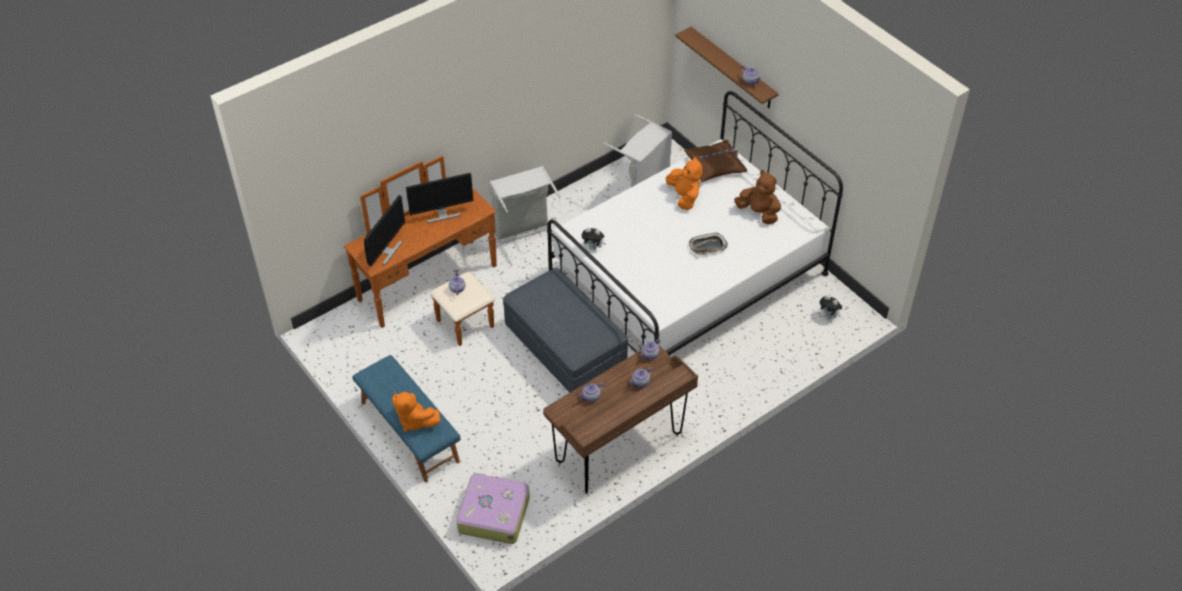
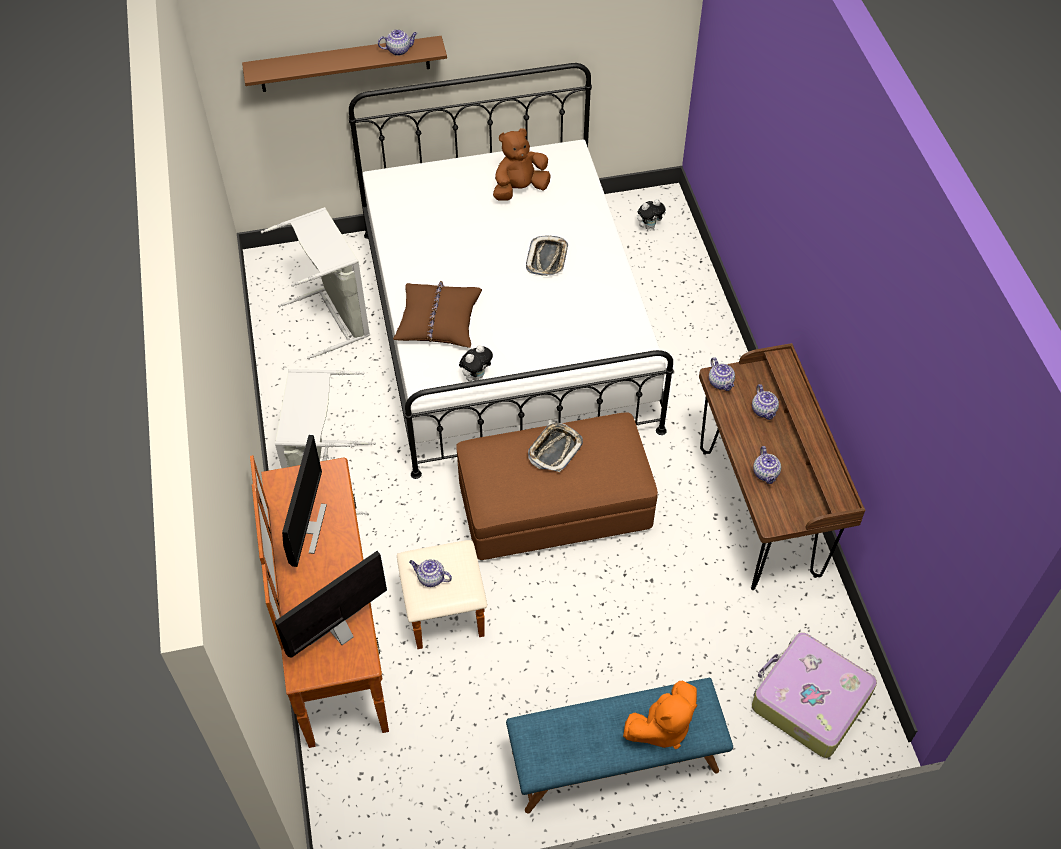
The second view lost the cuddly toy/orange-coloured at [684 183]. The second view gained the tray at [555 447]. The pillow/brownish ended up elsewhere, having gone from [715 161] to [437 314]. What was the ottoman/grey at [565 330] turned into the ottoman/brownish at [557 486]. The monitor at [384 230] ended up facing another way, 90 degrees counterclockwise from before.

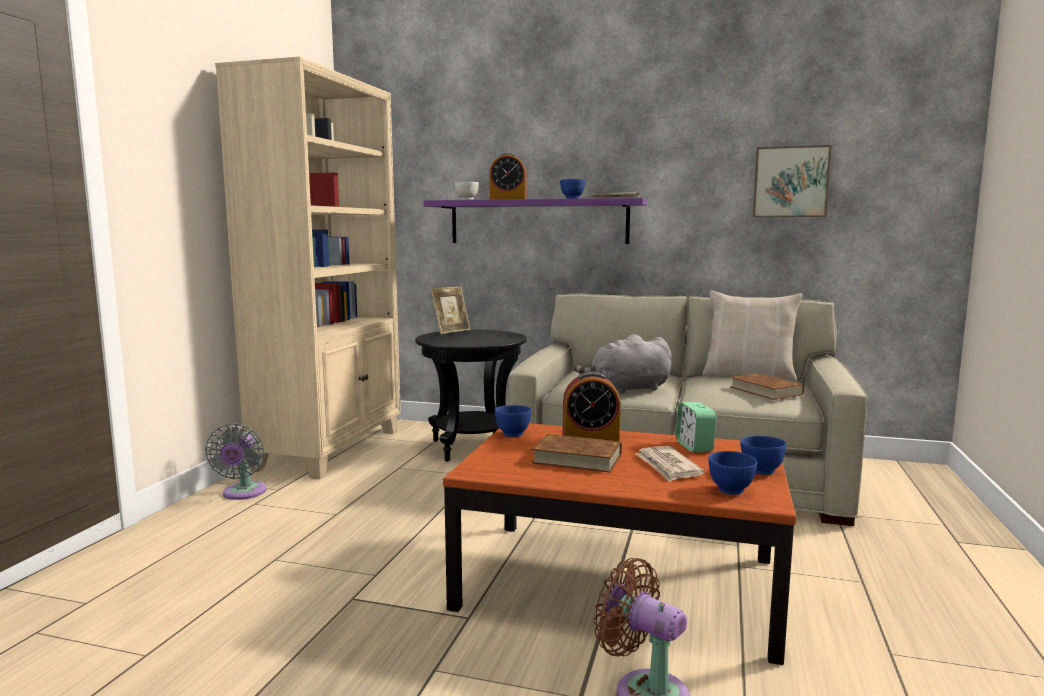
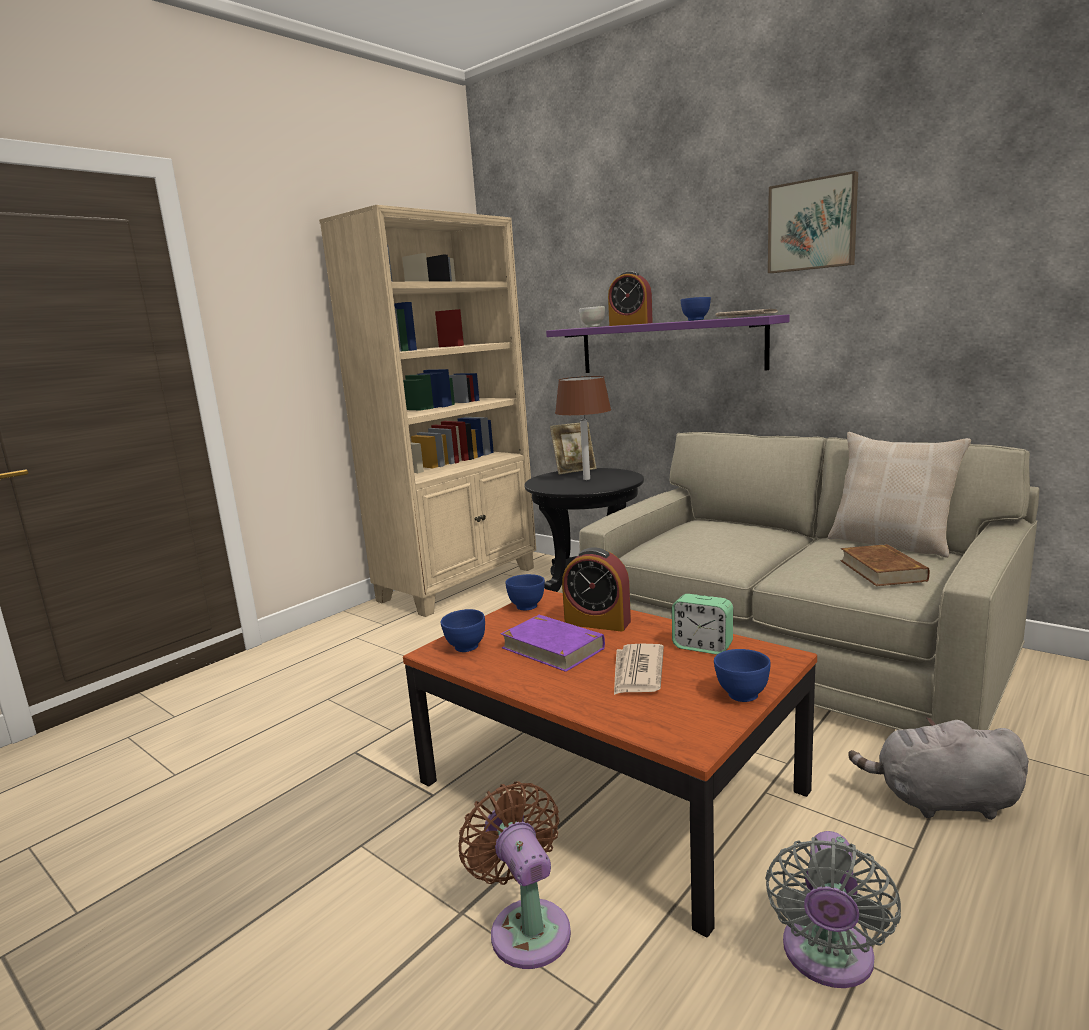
The second view gained the lamp for a table/brownish at [583 428]. The electric fan/grey ended up elsewhere, having gone from [236 461] to [833 909]. The cuddly toy/grey ended up elsewhere, having gone from [623 364] to [938 768]. The bowl/blue ended up elsewhere, having gone from [732 473] to [463 630]. The picture ended up elsewhere, having gone from [792 181] to [813 222]. What was the volume/brownish at [576 453] turned into the volume/purplish at [552 643]. The bedside clock at [696 427] ended up facing another way, 75 degrees counterclockwise from before.

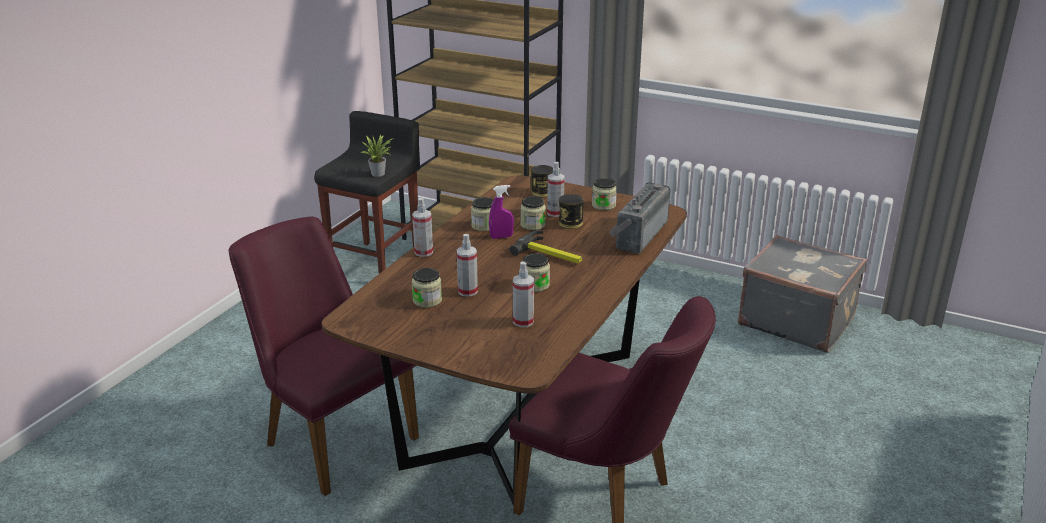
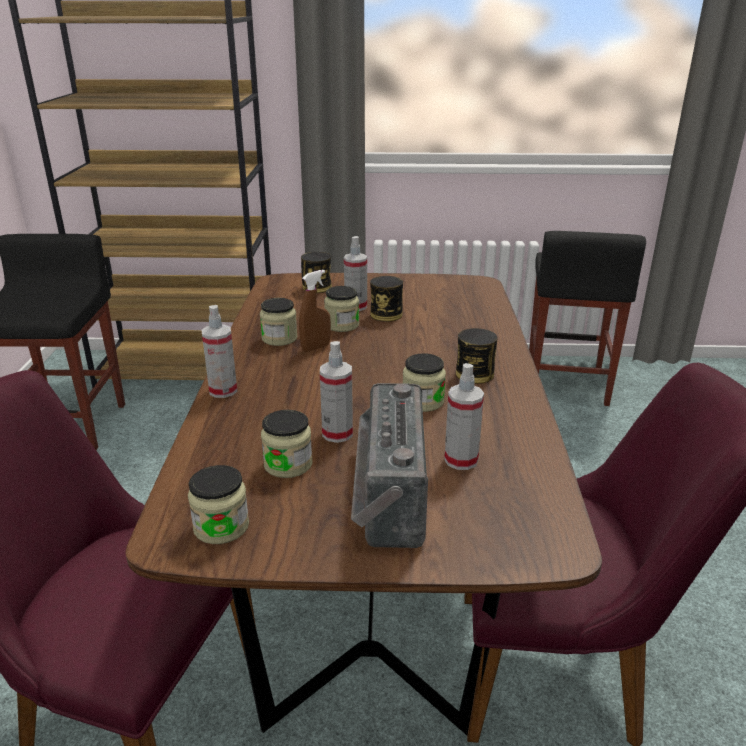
The second view lost the potted plant at [377 156]. The second view lost the hammer at [546 247]. The second view gained the metal can at [477 356]. The jar ended up elsewhere, having gone from [604 194] to [218 504]. The radio ended up elsewhere, having gone from [639 218] to [389 465]. Where the suitcase/grey stood at [802 294], the stool/black-coloured came to stand at [587 318]. What was the sprayer/purplish at [501 212] turned into the sprayer/brownish at [315 311].

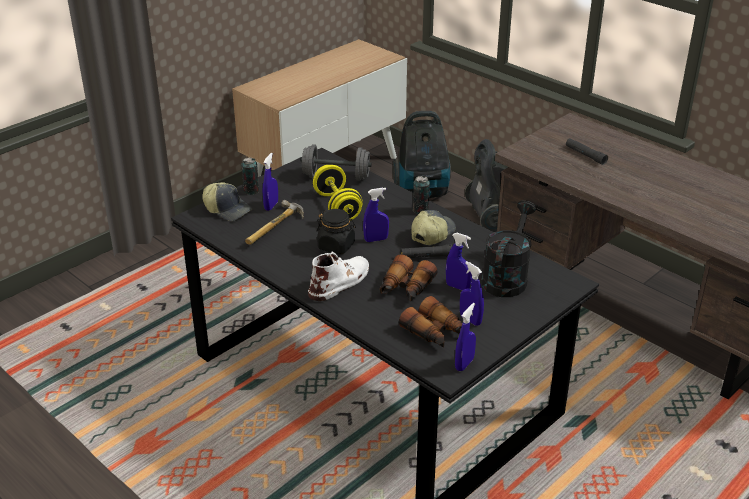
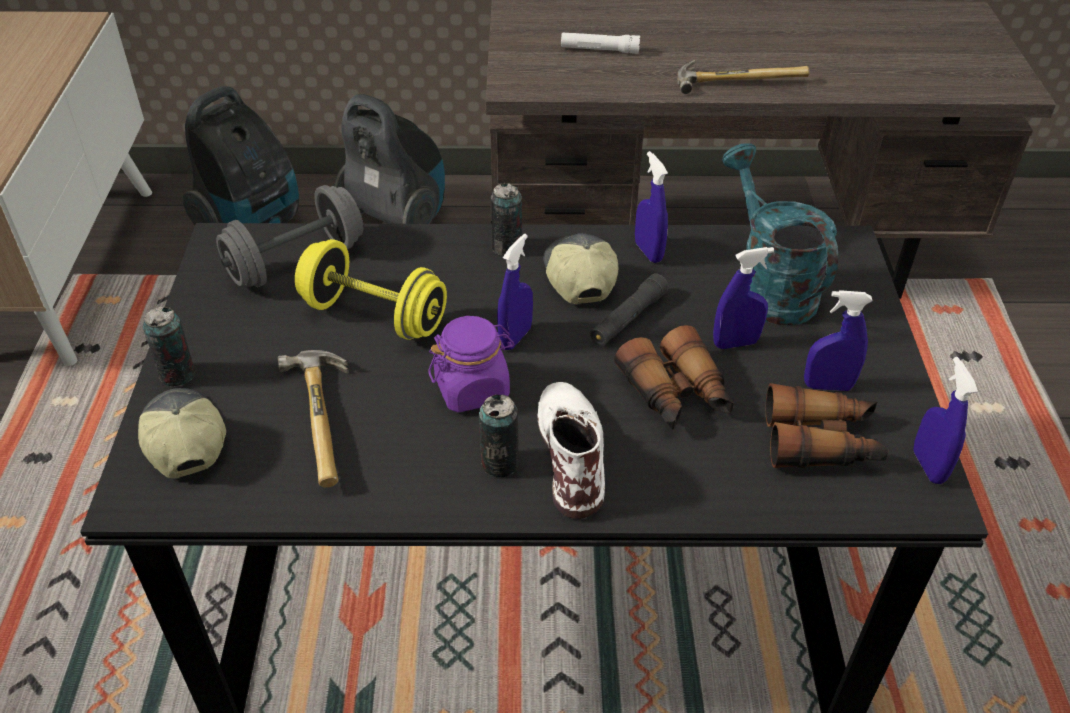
The second view gained the metal can at [499 436]. The second view gained the hammer at [743 77]. The sprayer/blue ended up elsewhere, having gone from [270 182] to [651 207]. What was the jar/black-coloured at [336 231] turned into the jar/purplish at [471 364]. What was the watering pot/black-coloured at [509 248] turned into the watering pot/blue-green at [780 234]. What was the flashlight/black-coloured at [587 151] turned into the flashlight/white-coloured at [600 43]. The baseball cap at [227 201] ended up facing another way, 105 degrees counterclockwise from before.

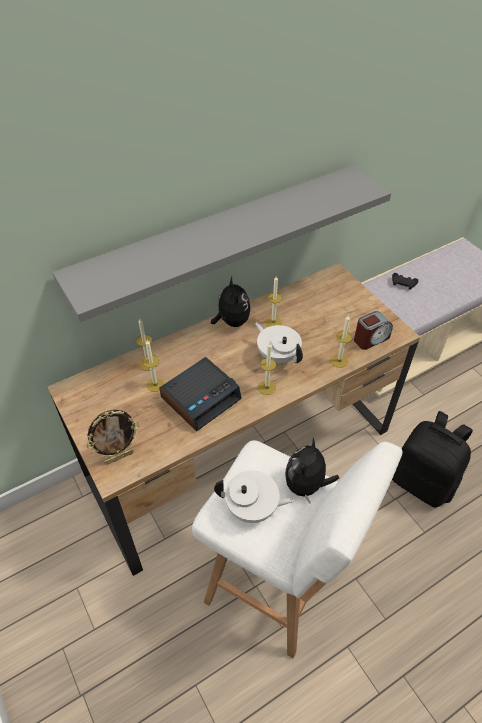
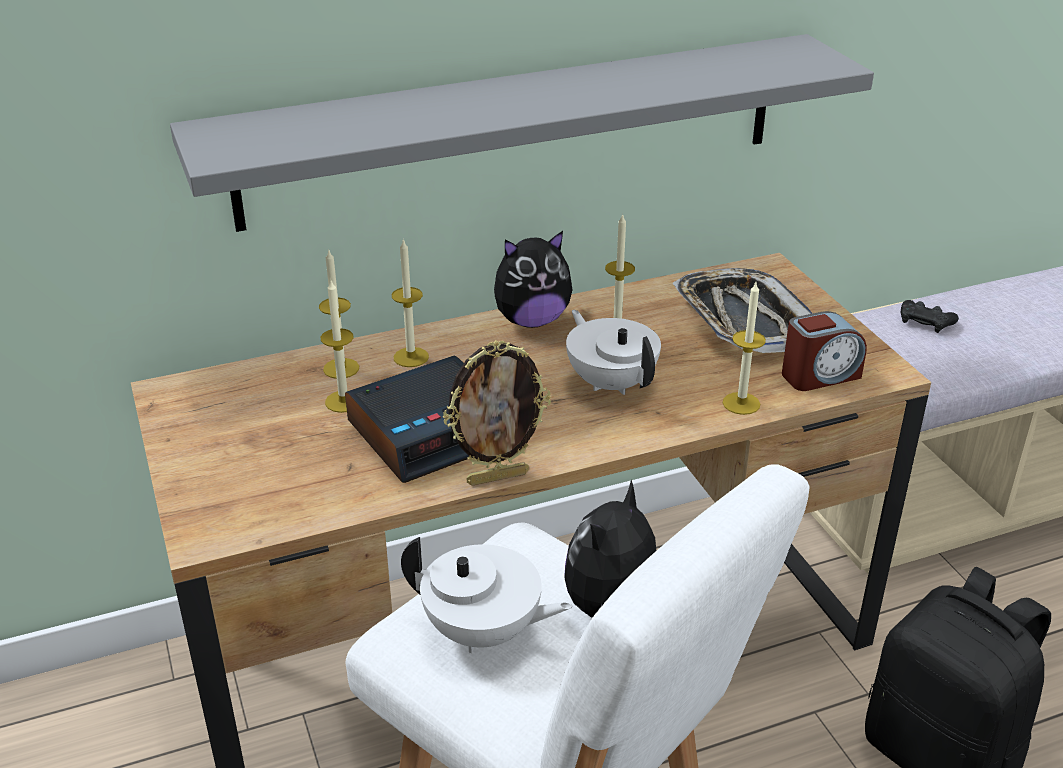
The second view gained the tray at [743 310]. The picture frame ended up elsewhere, having gone from [112 437] to [497 413]. The candle ended up elsewhere, having gone from [267 368] to [410 302]. The cuddly toy at [231 302] ended up facing another way, 75 degrees clockwise from before.

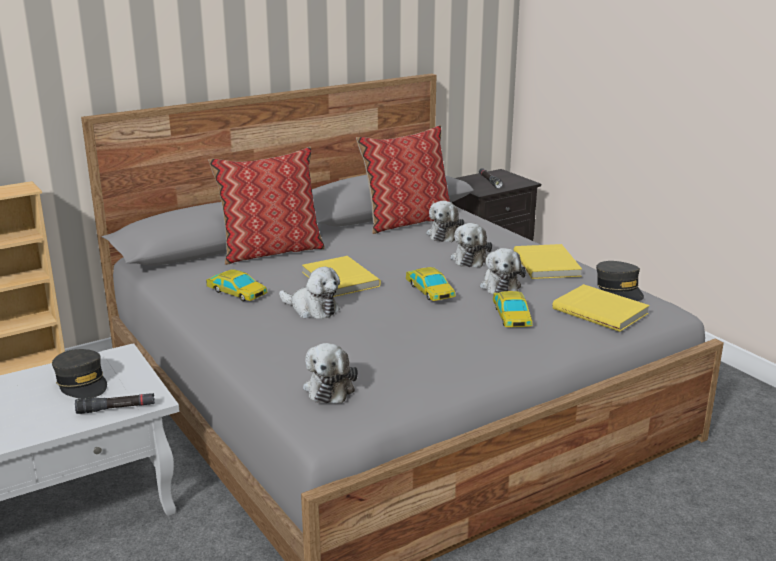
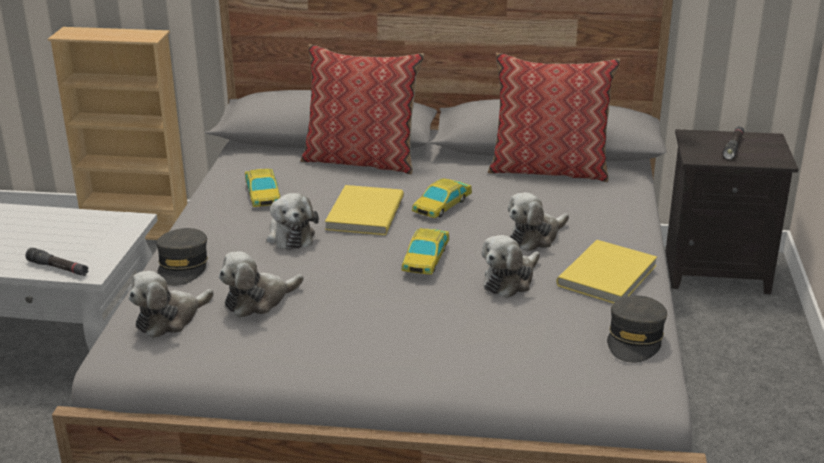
The second view lost the volume/yellow at [601 308]. The baseball cap/grey ended up elsewhere, having gone from [79 374] to [182 257]. The cuddly toy ended up elsewhere, having gone from [445 221] to [261 284]. The toy car ended up elsewhere, having gone from [512 309] to [442 198].

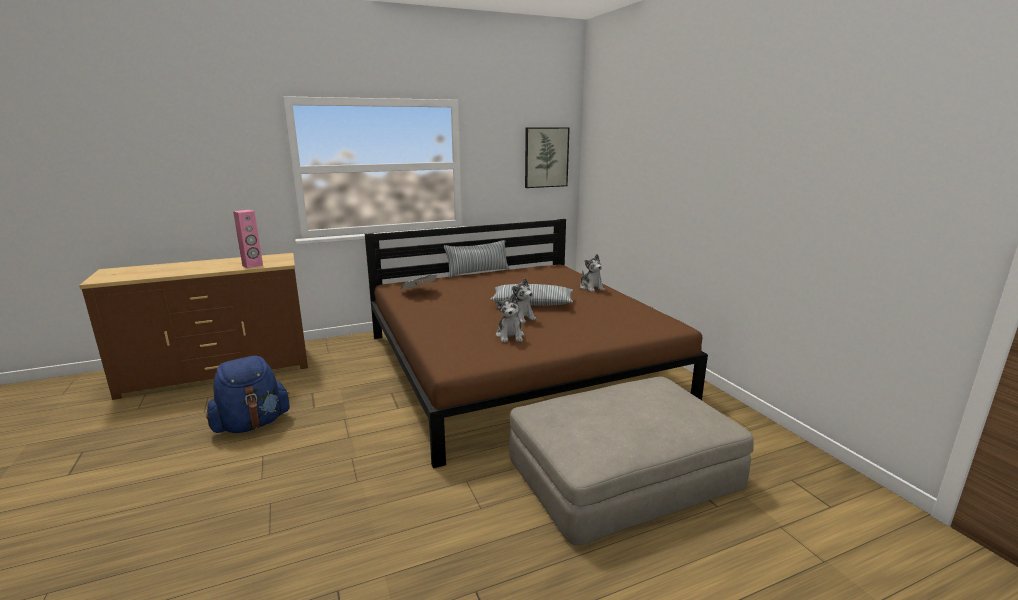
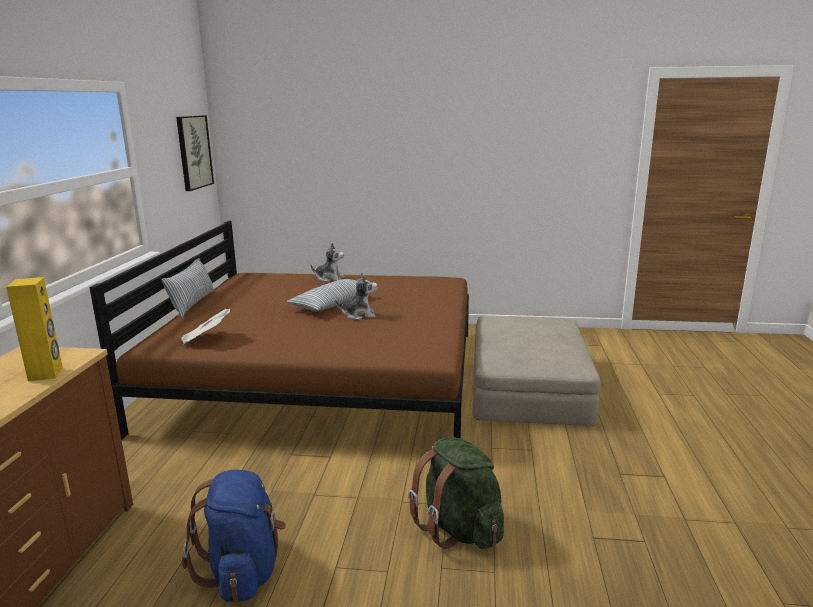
The second view lost the cuddly toy at [510 318]. The second view gained the rucksack/green at [456 493]. What was the loudspeaker/pink at [248 239] turned into the loudspeaker/yellow at [34 329].

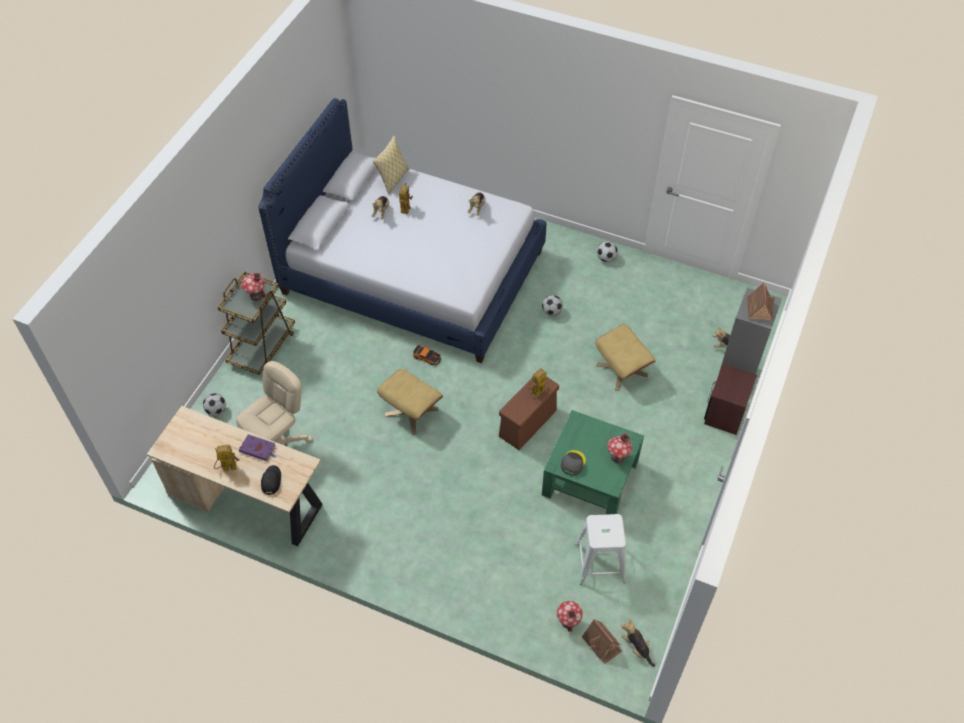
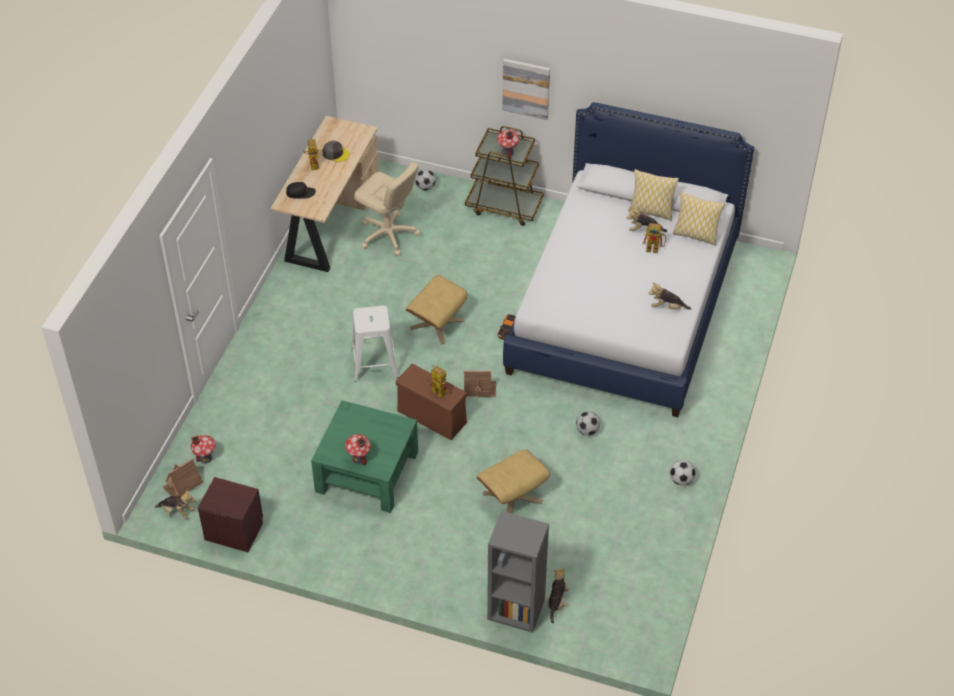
The second view lost the volume/purplish at [257 447]. The second view gained the picture at [526 89]. The second view gained the pillow at [653 195]. The baseball cap/grey ended up elsewhere, having gone from [573 463] to [336 151]. The stool/white-coloured ended up elsewhere, having gone from [600 549] to [375 344]. The night table/brownish ended up elsewhere, having gone from [730 399] to [230 514]. The model house ended up elsewhere, having gone from [761 301] to [480 384]. The cuddly toy at [638 643] ended up facing another way, 60 degrees clockwise from before.

